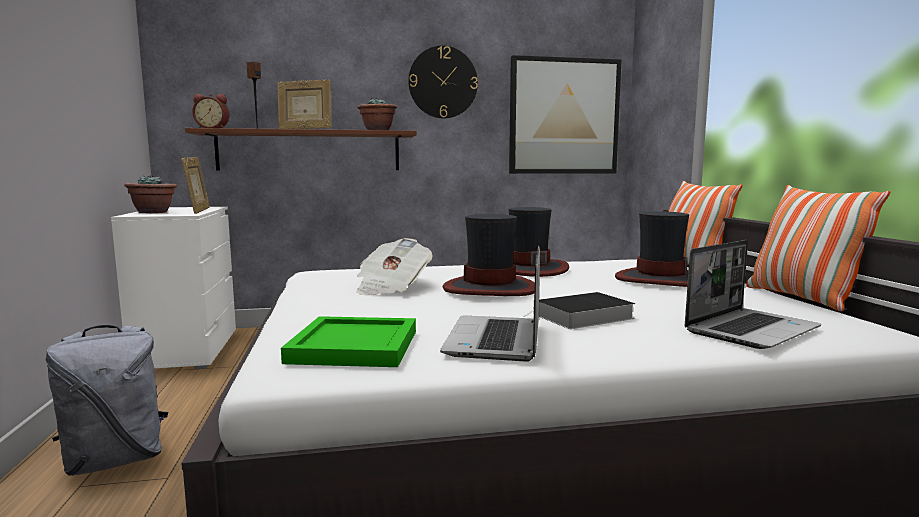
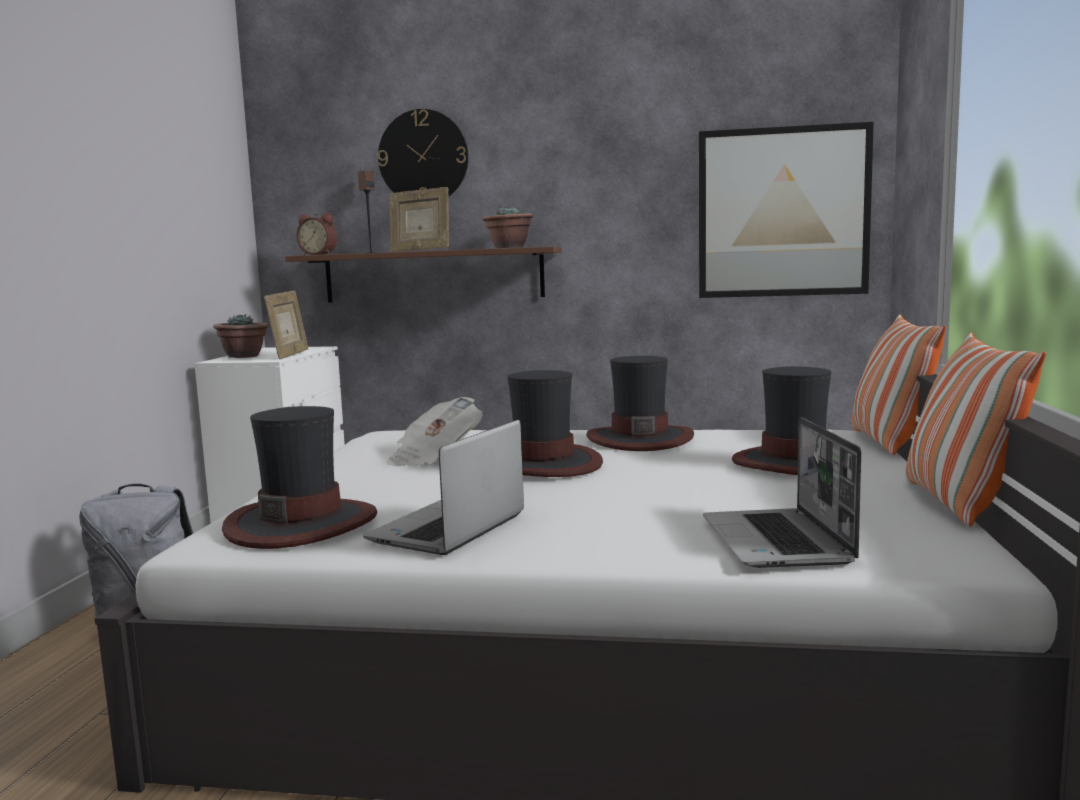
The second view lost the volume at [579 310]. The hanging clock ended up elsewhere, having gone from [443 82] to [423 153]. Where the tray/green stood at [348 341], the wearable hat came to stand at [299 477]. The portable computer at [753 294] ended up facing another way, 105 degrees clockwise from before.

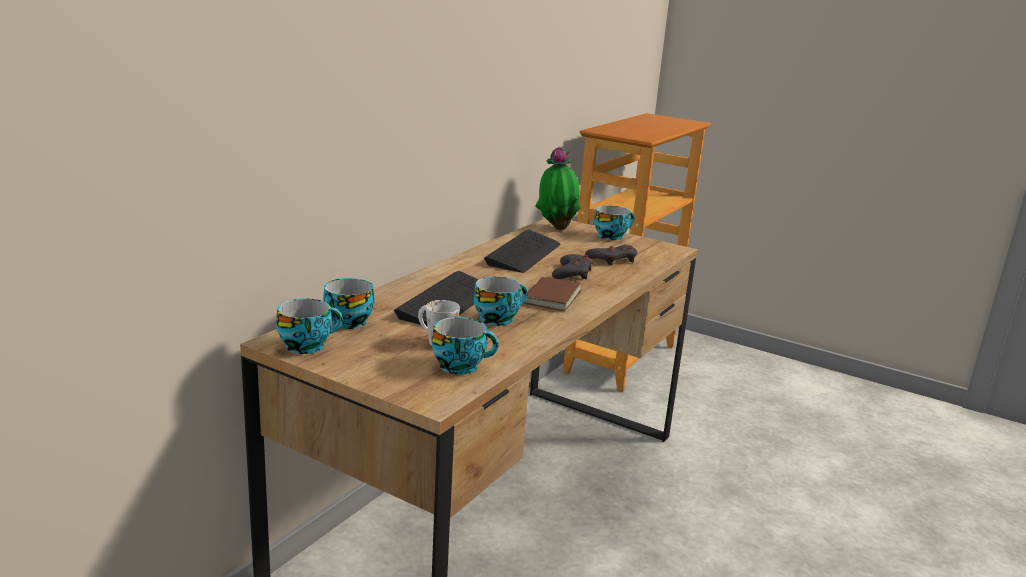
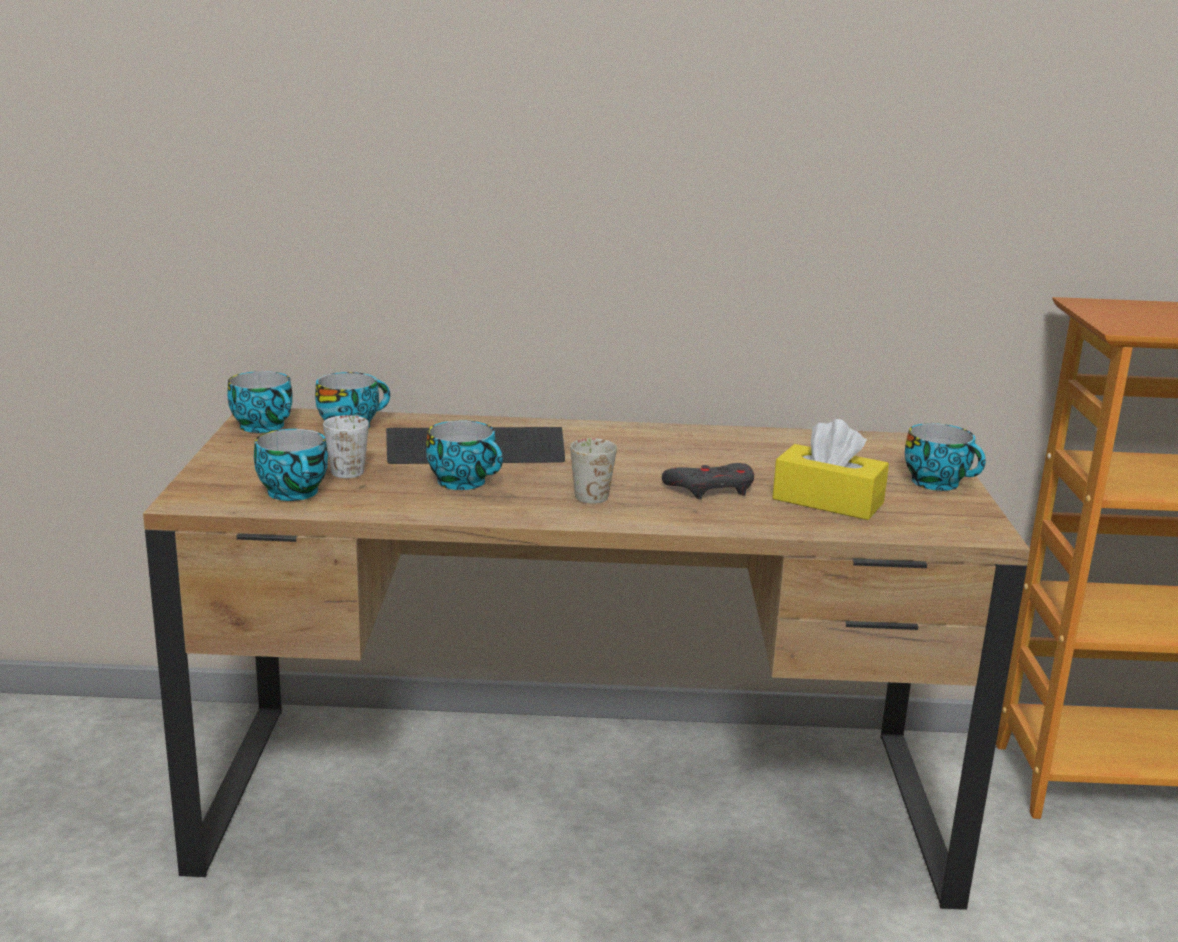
The second view lost the keyboard at [522 251]. The second view lost the potted plant at [558 188]. Where the volume/brownish stood at [552 294], the coffee mug/white-coloured came to stand at [593 470]. Where the gamepad/grey stood at [611 255], the box of tissues/yellow came to stand at [830 469].

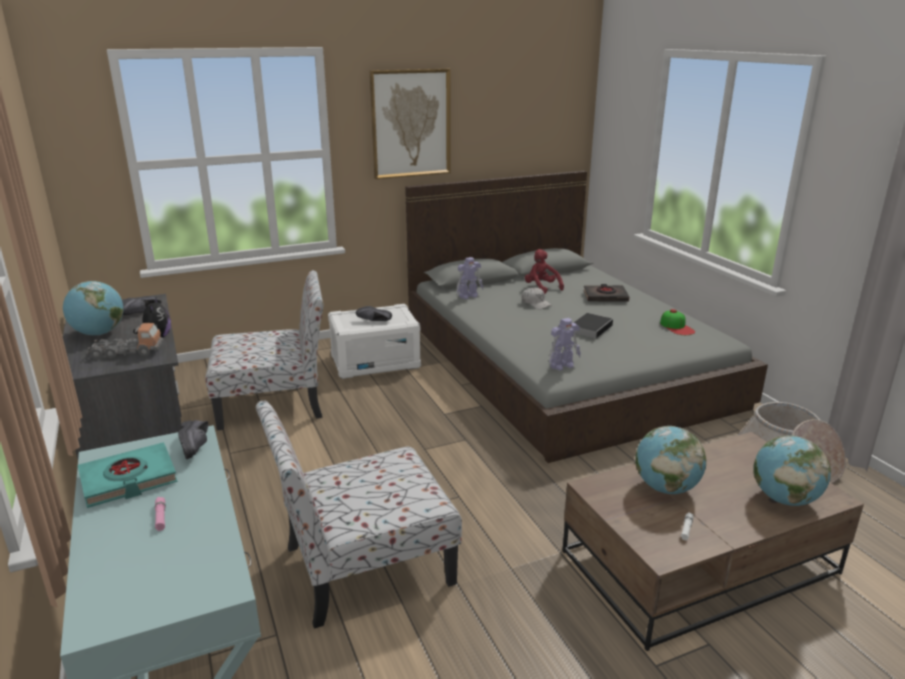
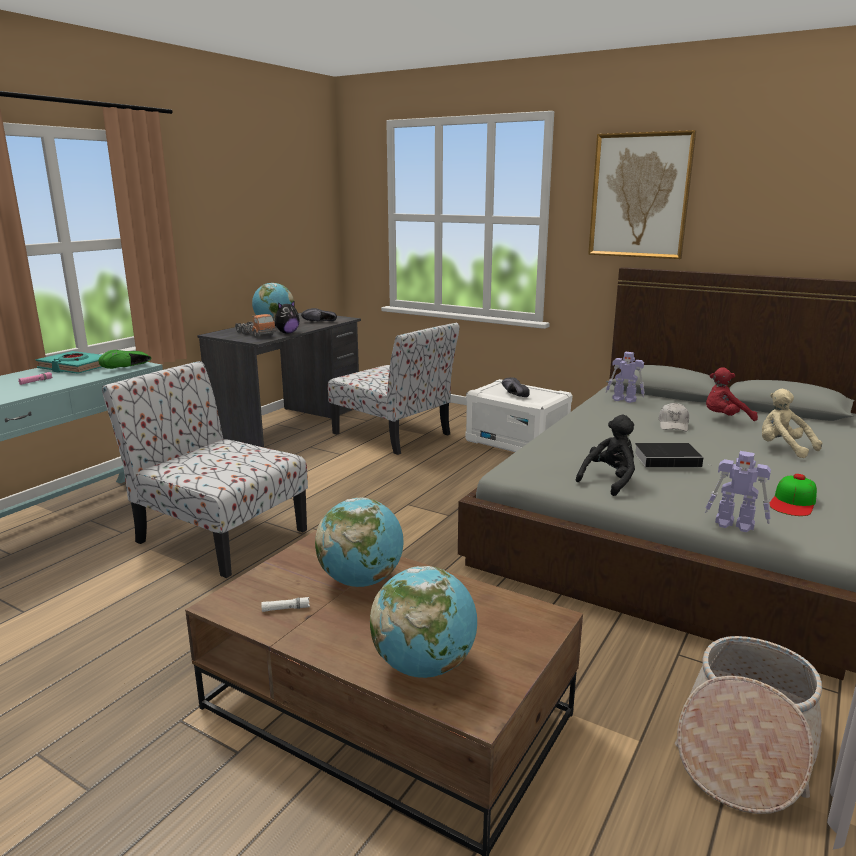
The second view gained the cuddly toy/black-coloured at [605 455]. The robot figure ended up elsewhere, having gone from [565 344] to [738 491]. Where the volume/black-coloured stood at [606 293], the cuddly toy/beige-coloured came to stand at [792 423]. What was the shoe/black-coloured at [193 439] turned into the shoe/green at [124 359]. The cuddly toy/red at [544 271] ended up facing another way, 120 degrees counterclockwise from before.

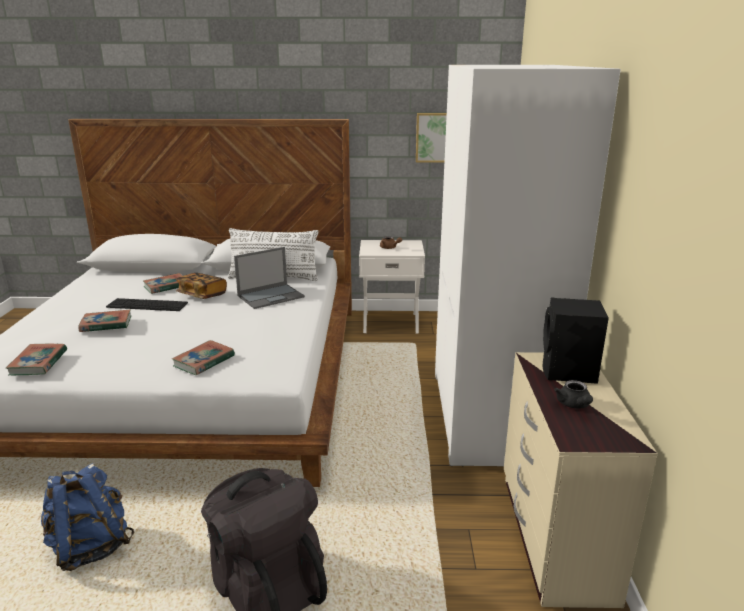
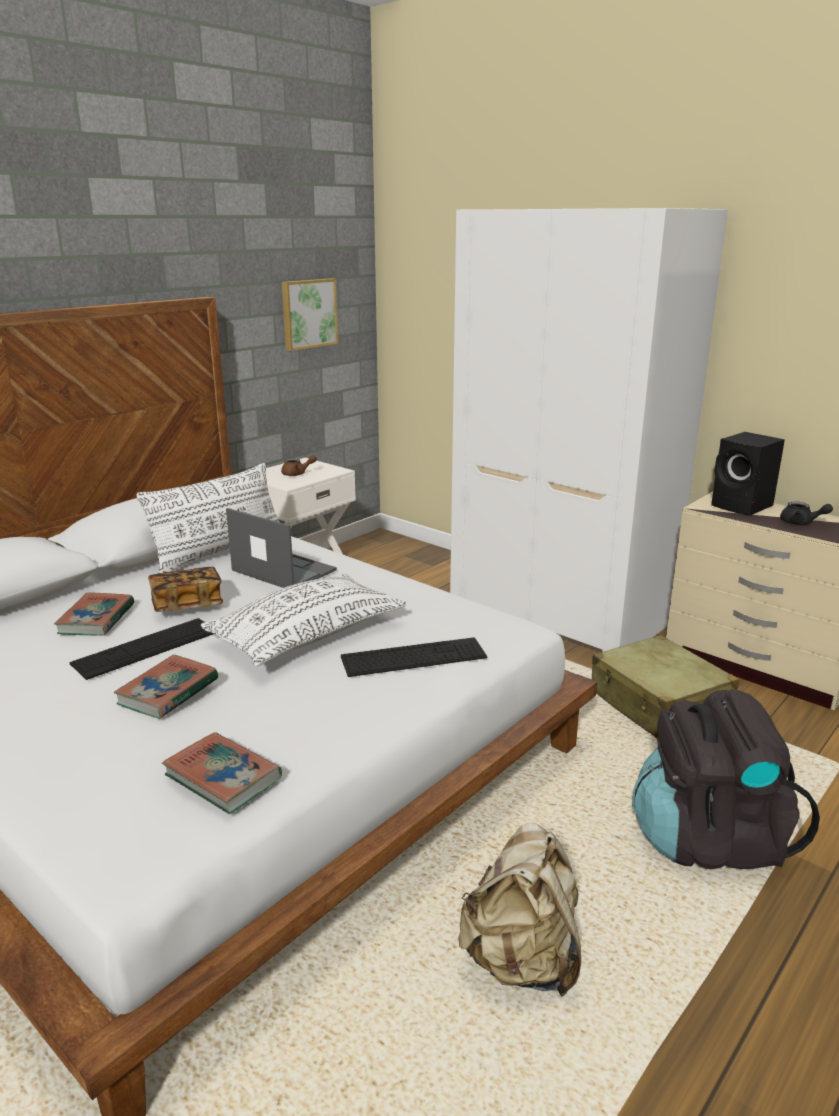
The second view gained the pillow/white-coloured at [303 619]. The second view gained the suitcase/beige-coloured at [665 687]. Where the volume stood at [203 357], the keyboard came to stand at [414 657]. What was the rucksack/blue at [88 517] turned into the rucksack/beige-coloured at [519 909]. The portable computer at [269 278] ended up facing another way, 60 degrees counterclockwise from before.

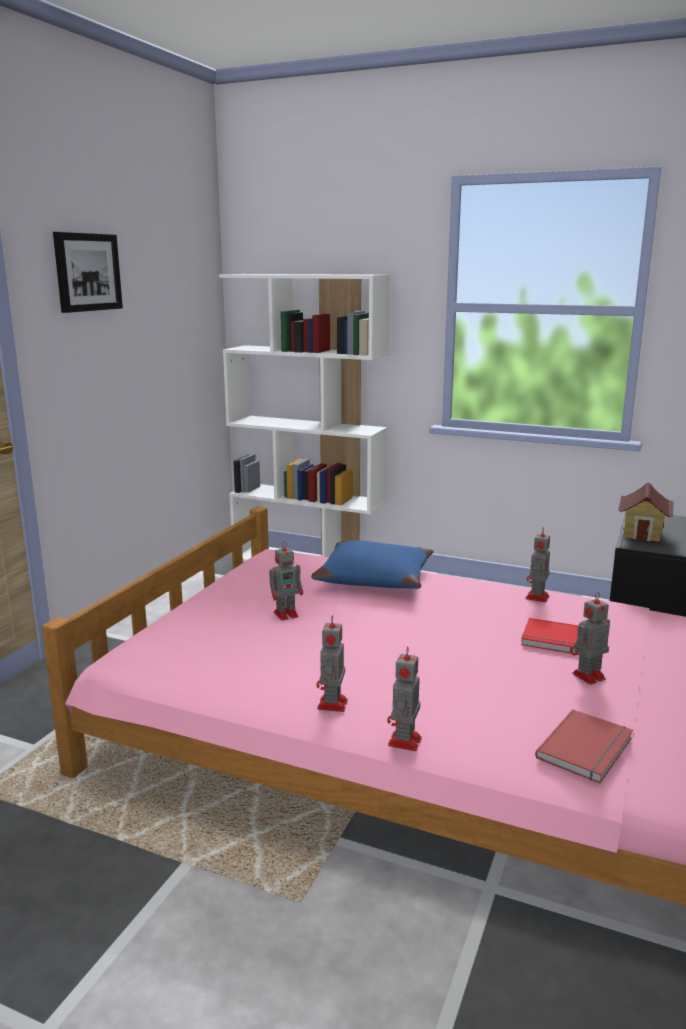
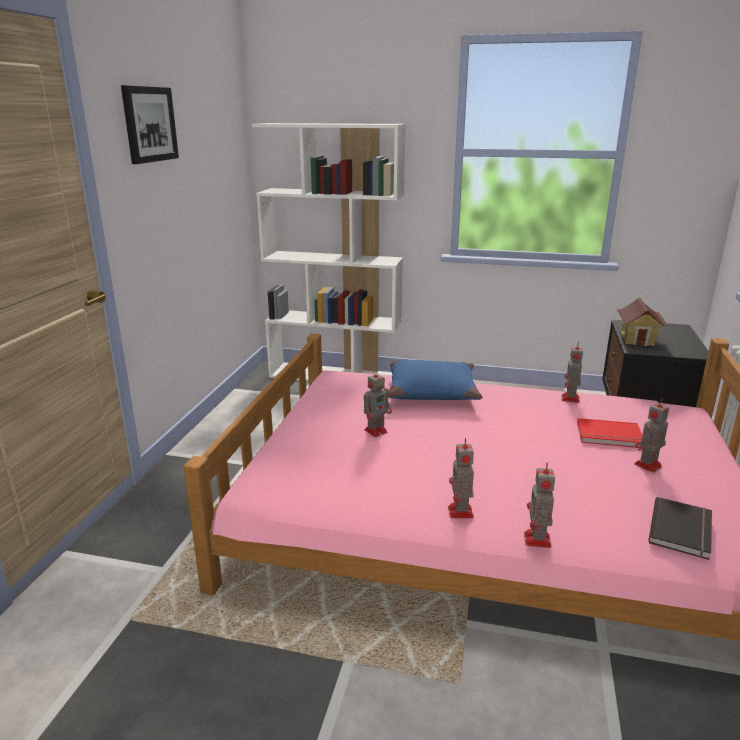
What was the volume/red at [584 746] turned into the volume/black-coloured at [680 528].

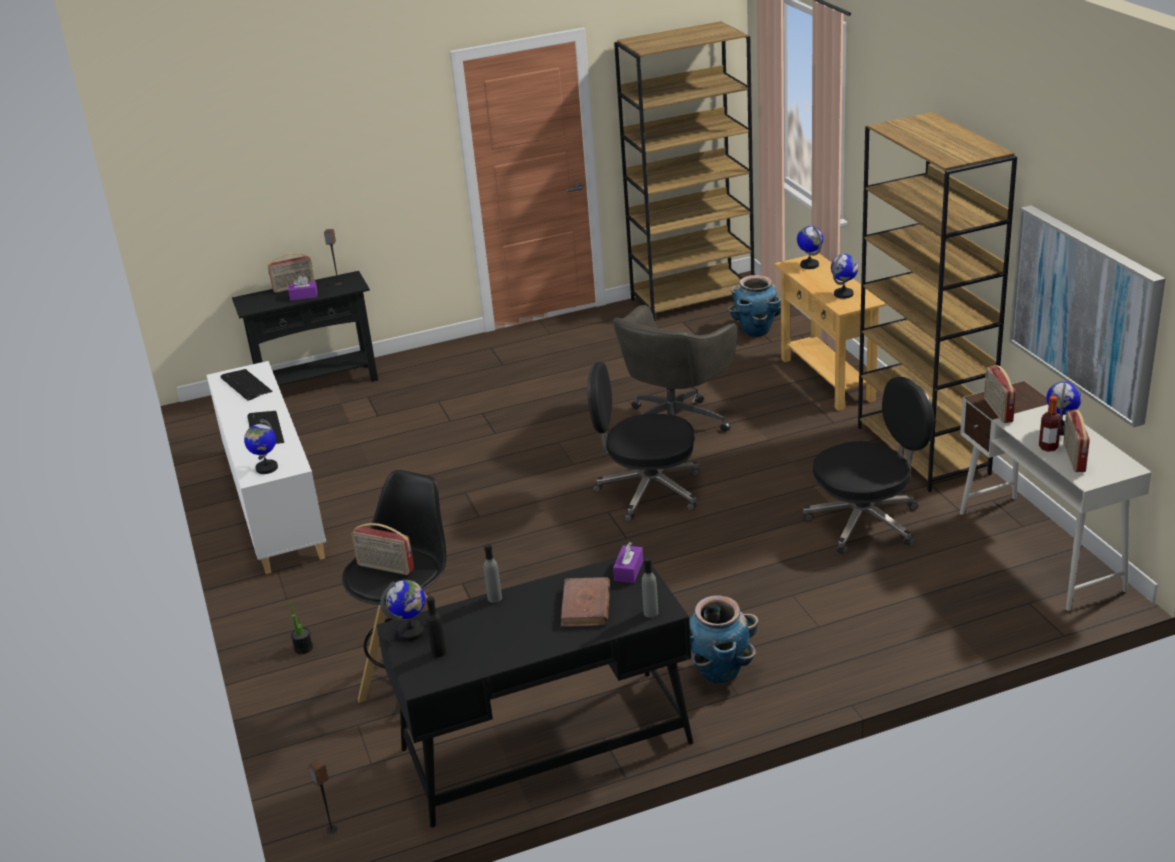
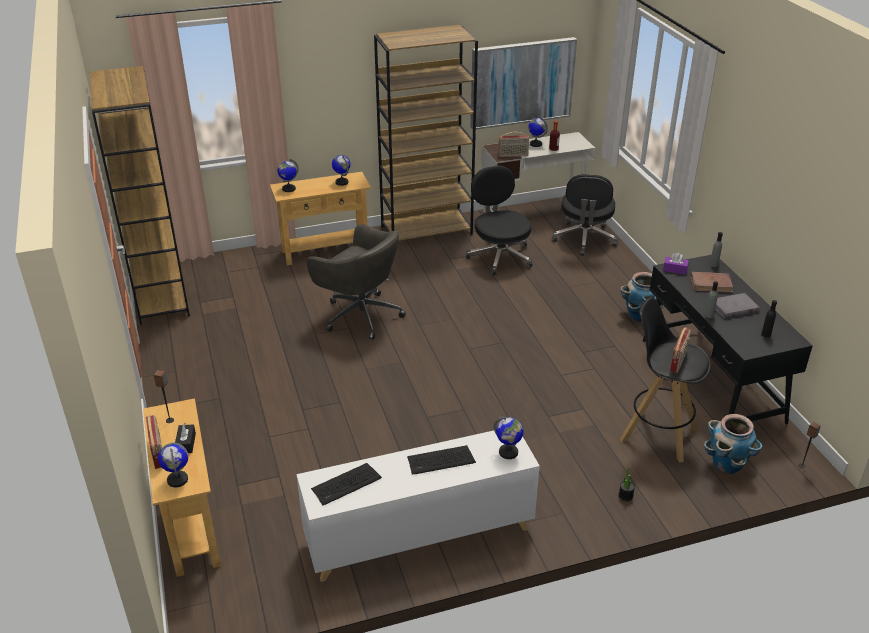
The second view lost the radio at [1076 441]. The second view gained the volume/grey at [737 306]. The globe ended up elsewhere, having gone from [402 610] to [173 465]. The office chair/black-coloured ended up elsewhere, having gone from [643 442] to [585 215]. The plant pot ended up elsewhere, having gone from [754 306] to [733 444]. What was the hall table/black-coloured at [305 328] turned into the hall table/beige-coloured at [182 487]. What was the box of tissues/purplish at [303 288] turned into the box of tissues/black-coloured at [185 438].

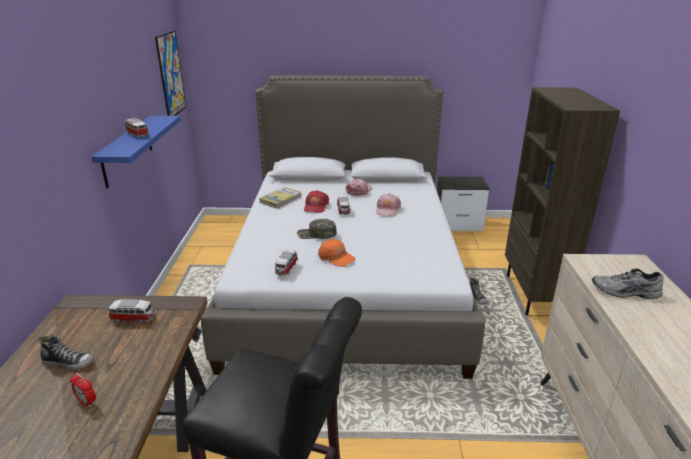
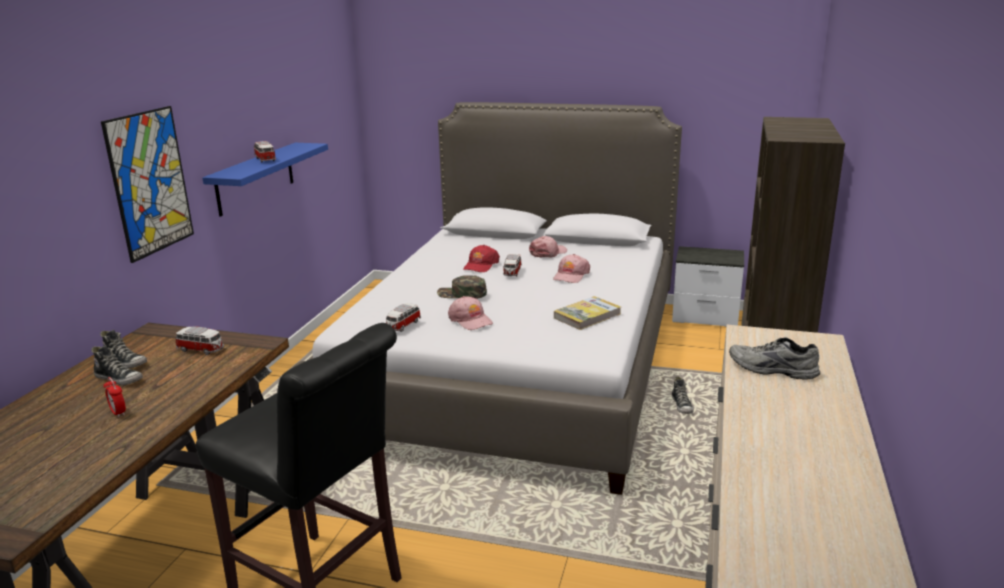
The second view gained the shoe at [123 349]. The picture ended up elsewhere, having gone from [170 73] to [147 184]. The volume ended up elsewhere, having gone from [280 198] to [587 313]. What was the baseball cap/orange-coloured at [337 253] turned into the baseball cap/pink at [470 313].

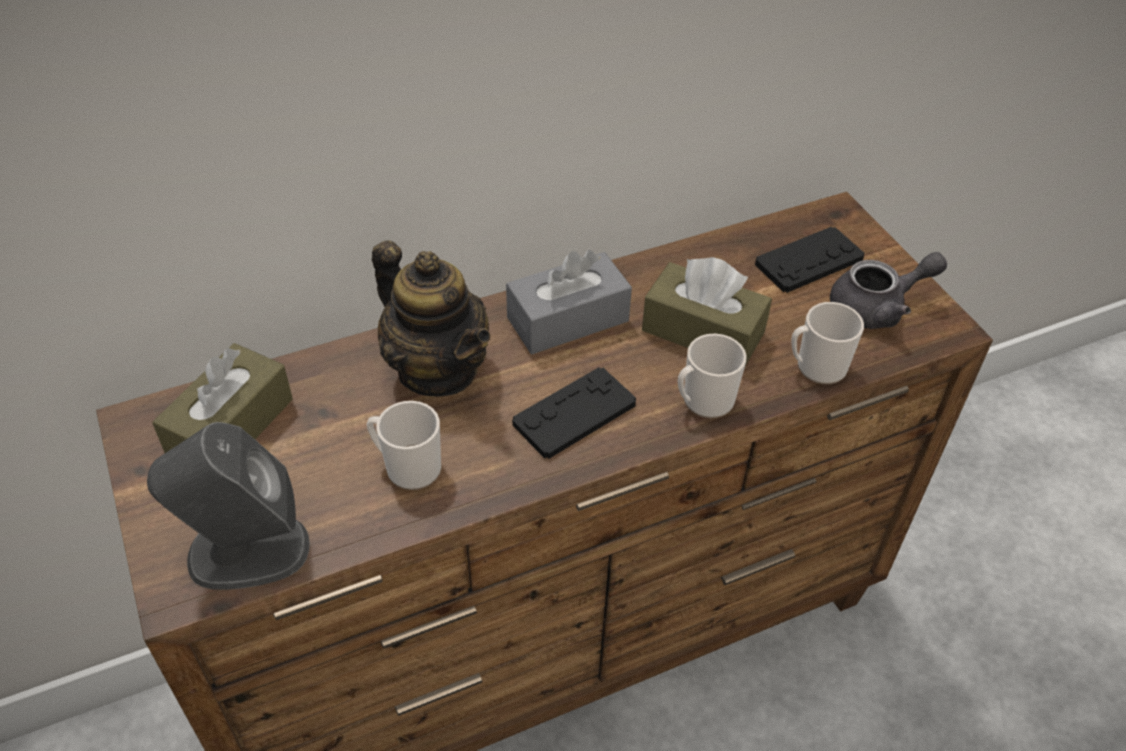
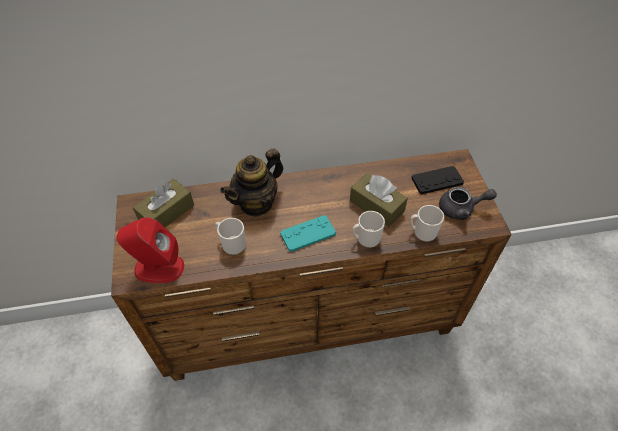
The second view lost the box of tissues/grey at [569 302]. What was the loudspeaker/grey at [228 506] turned into the loudspeaker/red at [150 250]. What was the gamepad/black-coloured at [574 413] turned into the gamepad/blue-green at [308 233]. The teapot at [431 318] ended up facing another way, 75 degrees clockwise from before.

